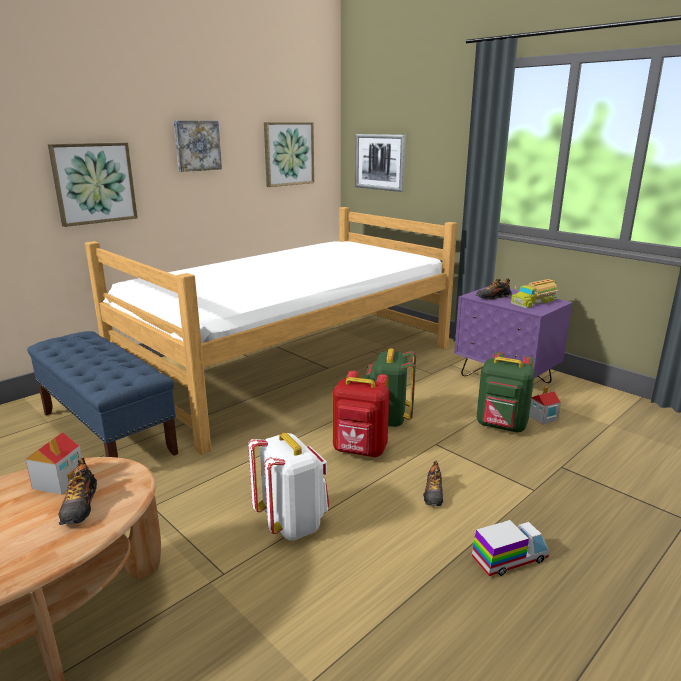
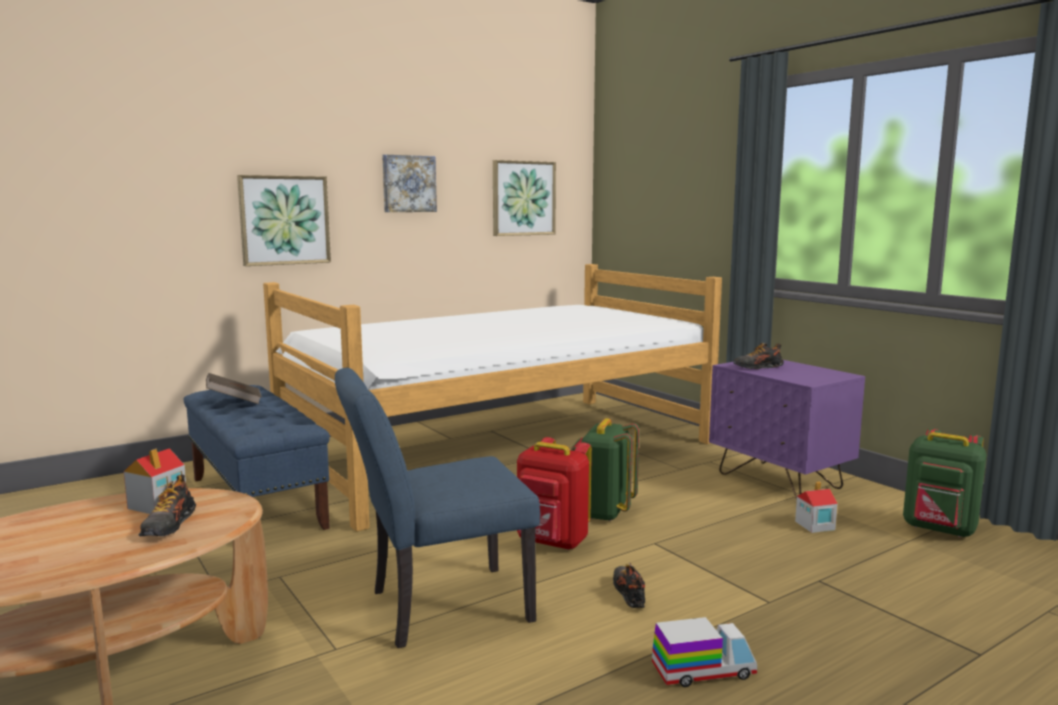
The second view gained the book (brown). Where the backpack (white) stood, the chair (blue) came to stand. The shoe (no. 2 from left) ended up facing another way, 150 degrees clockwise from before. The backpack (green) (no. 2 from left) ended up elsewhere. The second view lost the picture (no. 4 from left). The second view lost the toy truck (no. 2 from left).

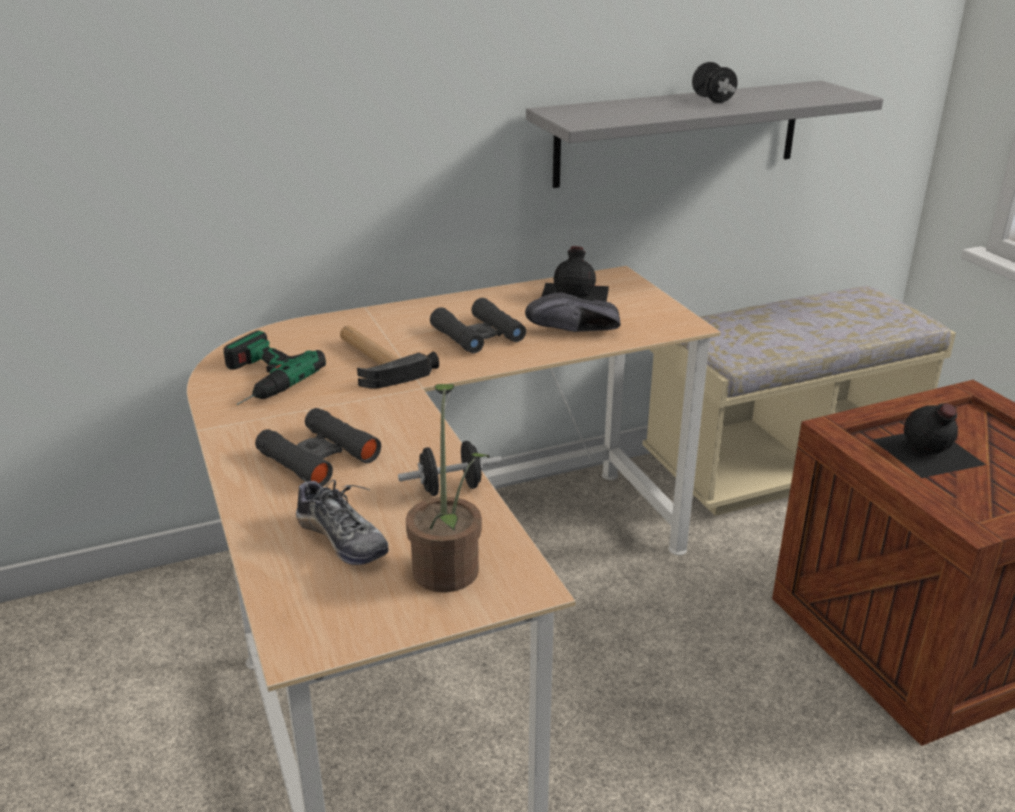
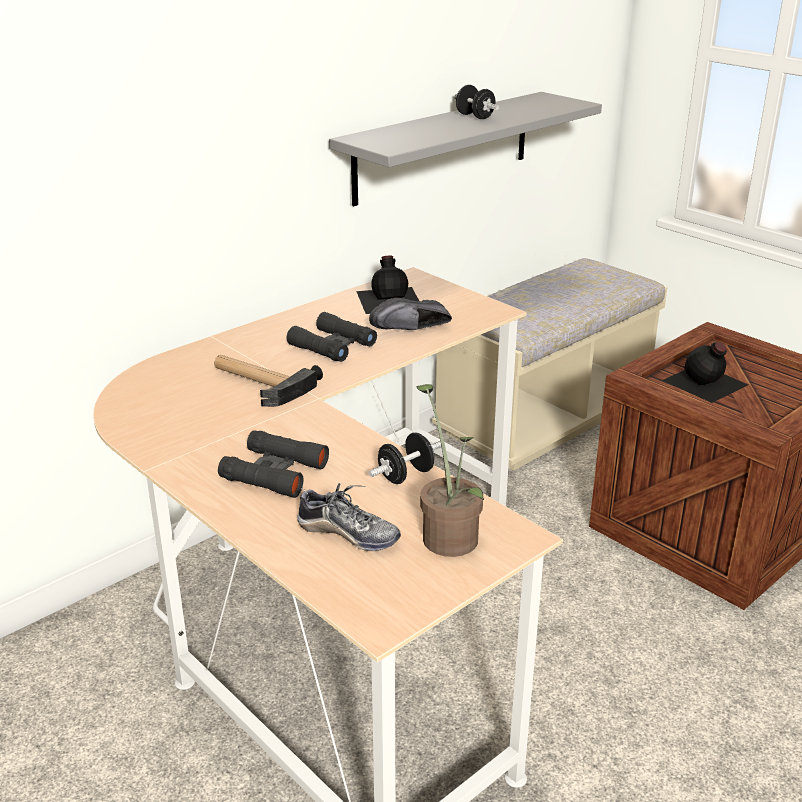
The second view lost the power drill.

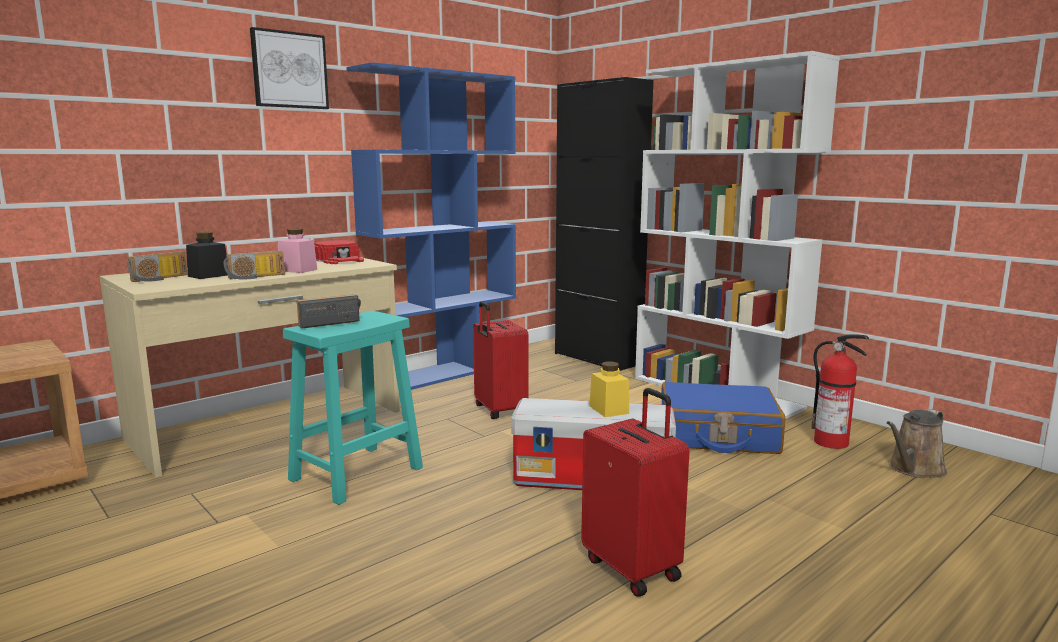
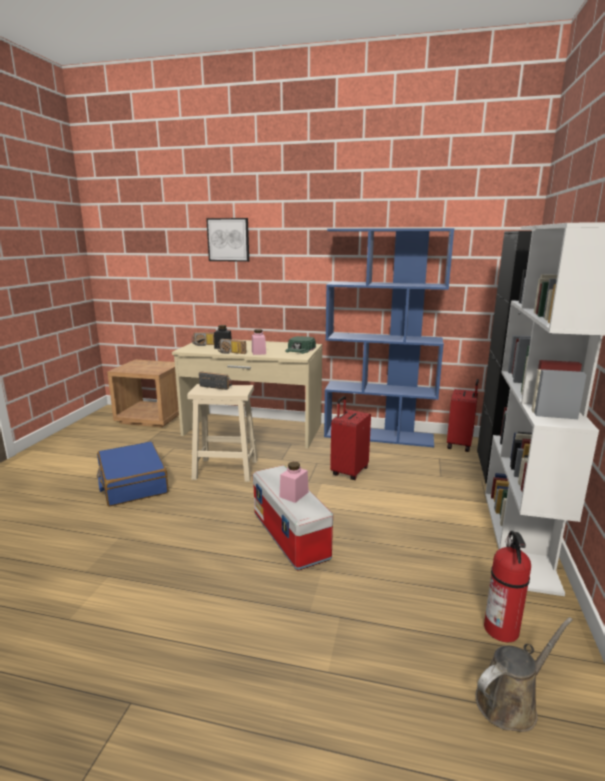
The suitcase (blue) ended up elsewhere. What was the stool (turquoise) turned into the stool (beige). The picture ended up elsewhere. What was the jar (yellow) turned into the jar (pink) (no. 2 from left). What was the cap (red) turned into the cap (green). The suitcase (red) (no. 2 from left) ended up elsewhere. The watering can (brown) ended up facing another way, 135 degrees clockwise from before.

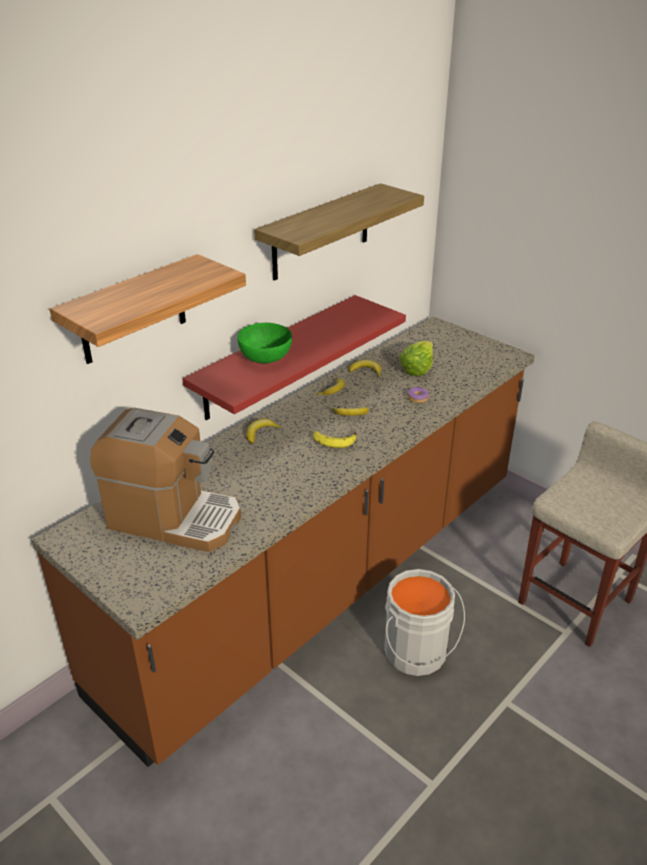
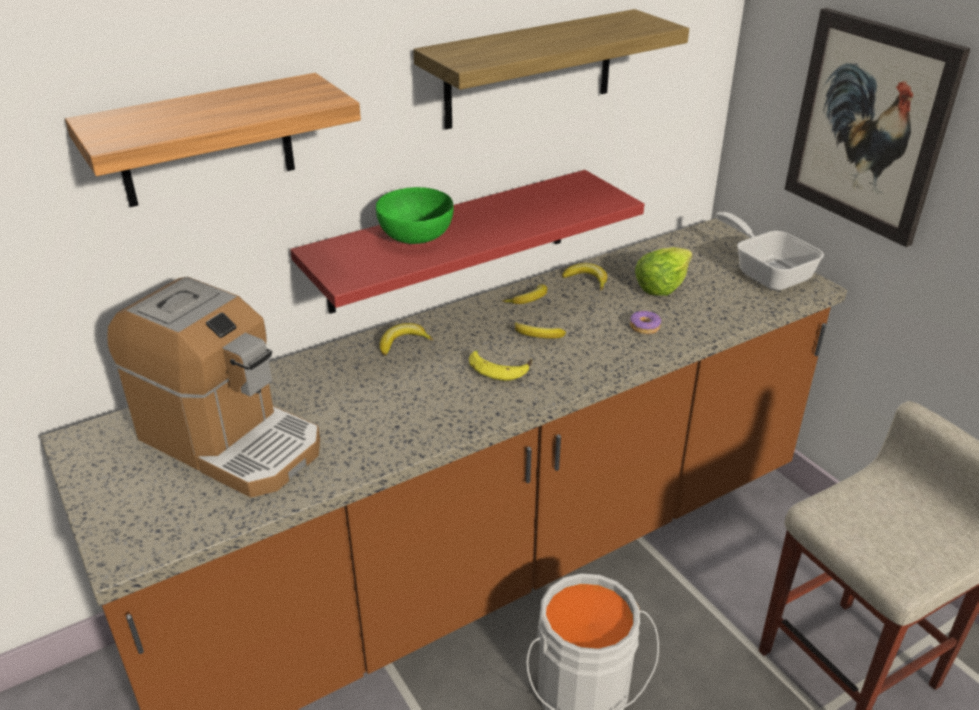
The second view gained the frying pan. The second view gained the picture.

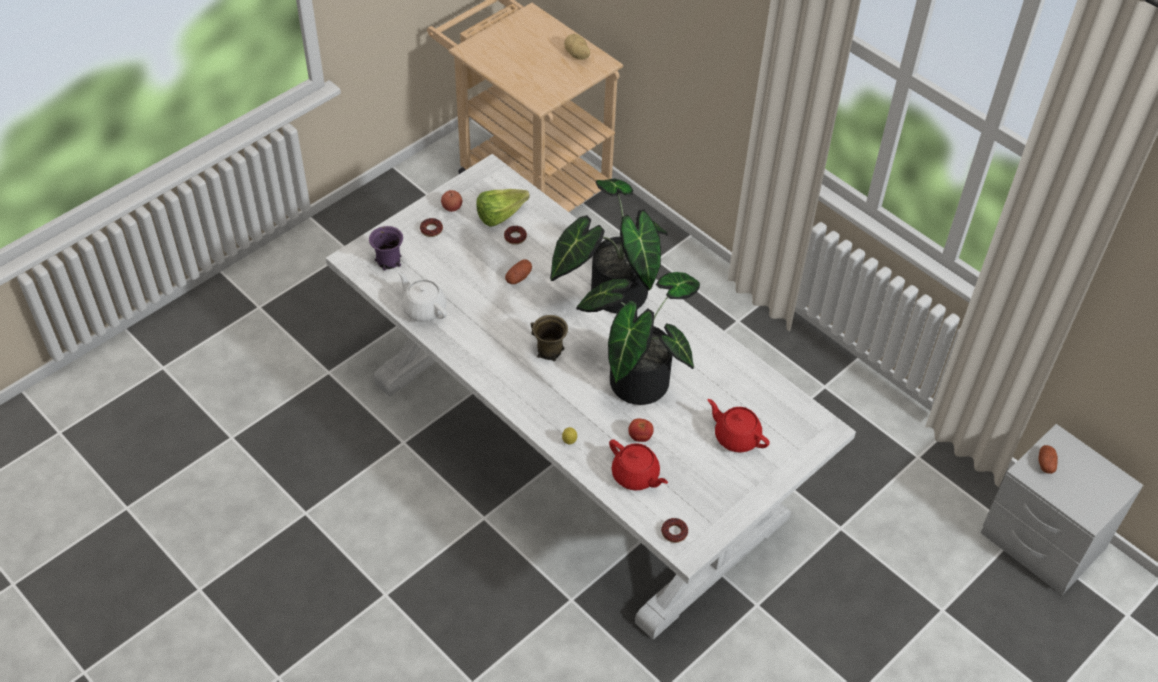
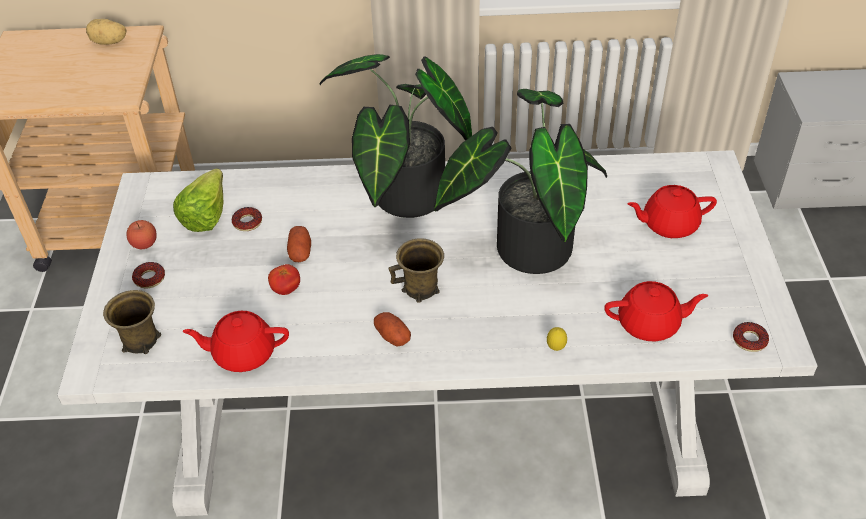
What was the mug (purple) turned into the mug (brown) (no. 1 from left). What was the teapot (white) turned into the teapot (red) (no. 1 from left). The tomato ended up elsewhere. The potato (no. 3 from left) ended up elsewhere.

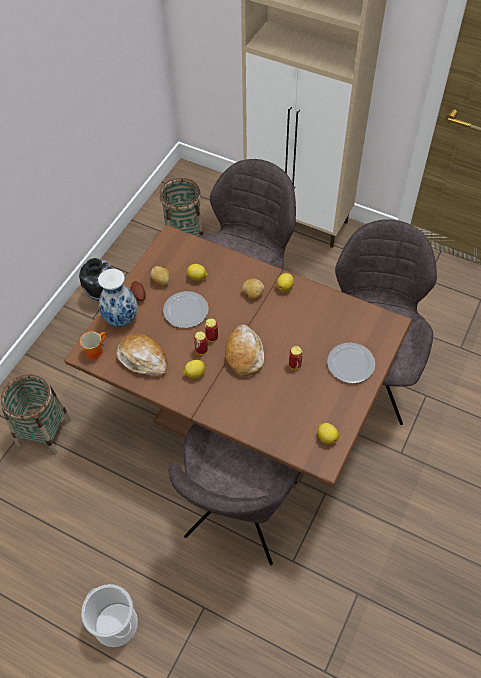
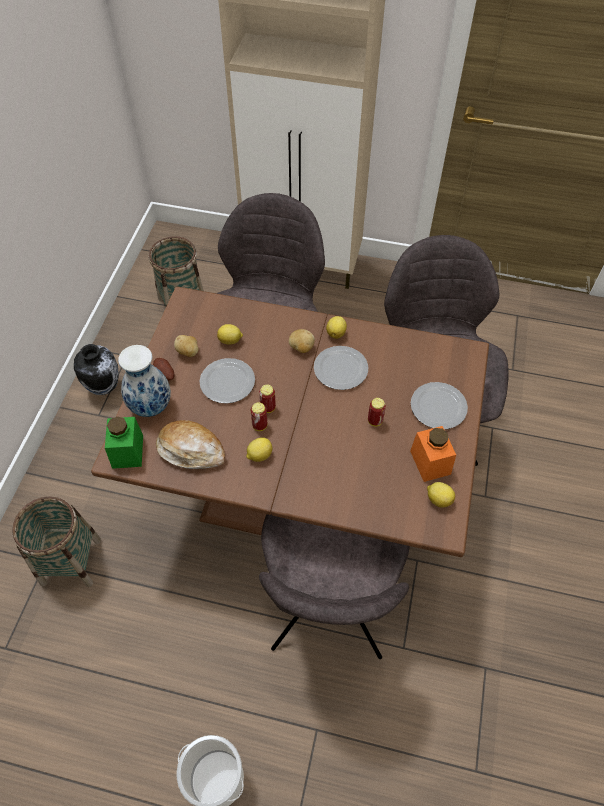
Where the mug stood, the jar (green) came to stand. The second view gained the plate (no. 2 from left). The second view gained the jar (orange). The second view lost the bread (no. 2 from left).

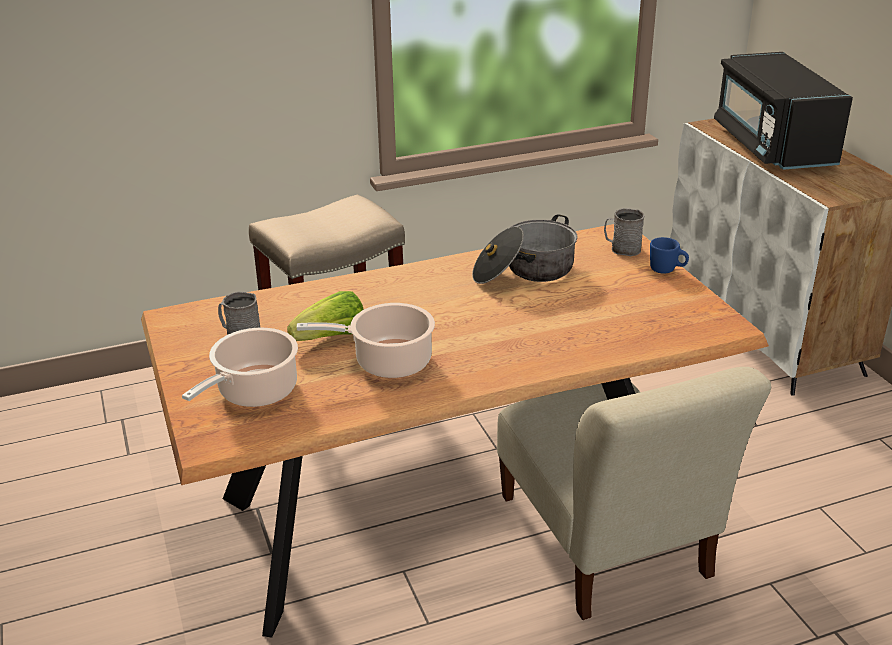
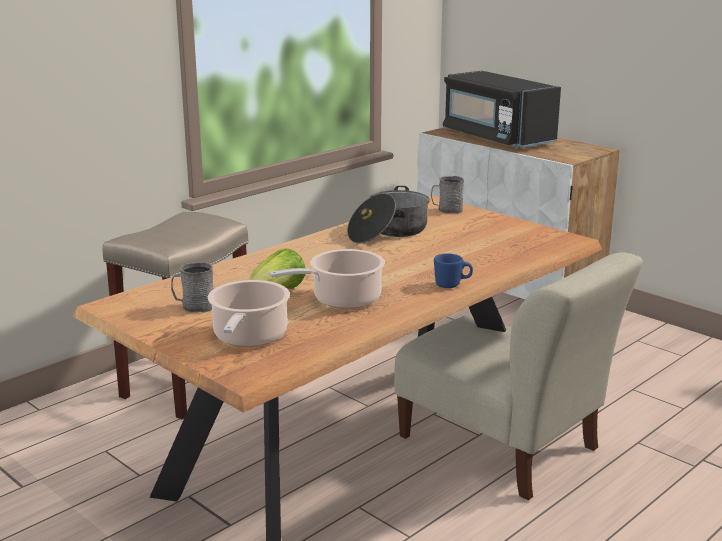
The mug (blue) ended up elsewhere.

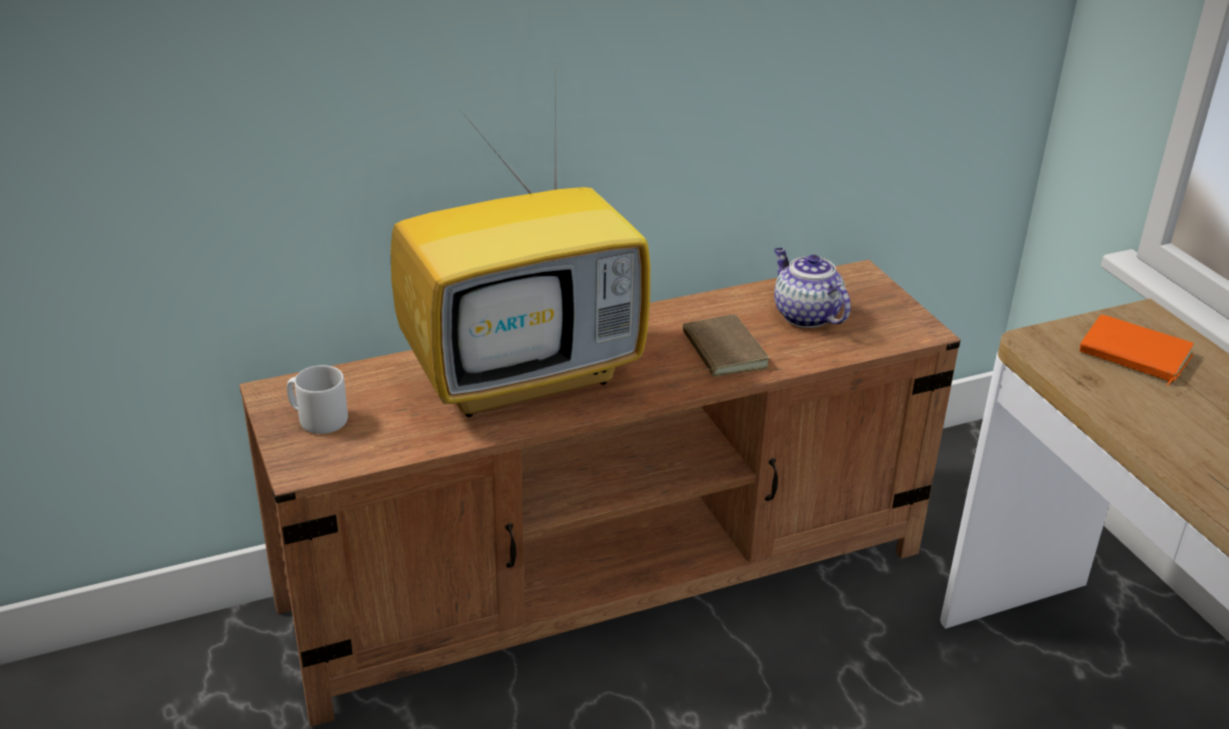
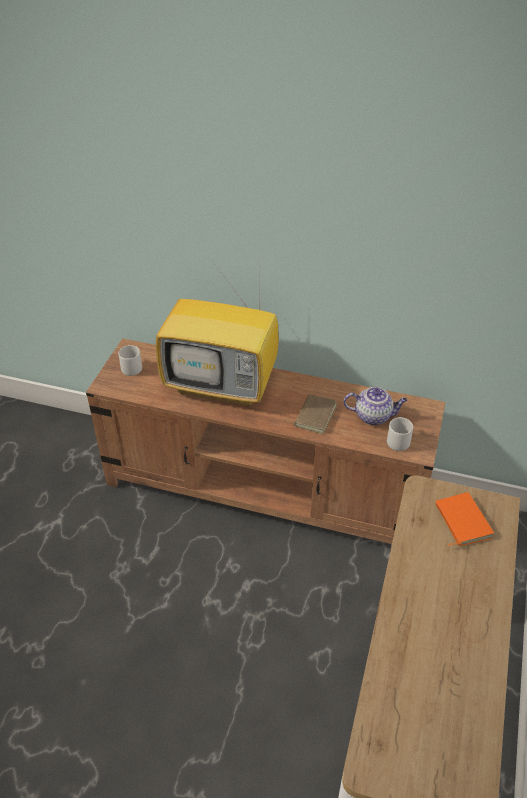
The teapot ended up facing another way, 90 degrees clockwise from before. The second view gained the mug (grey) (no. 2 from left).

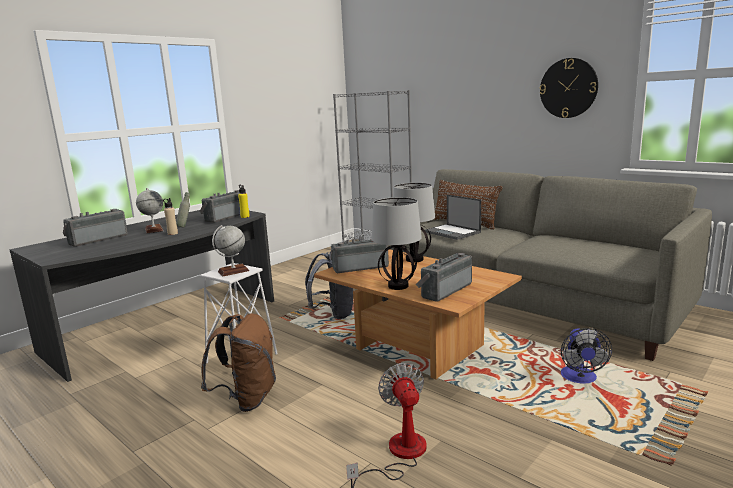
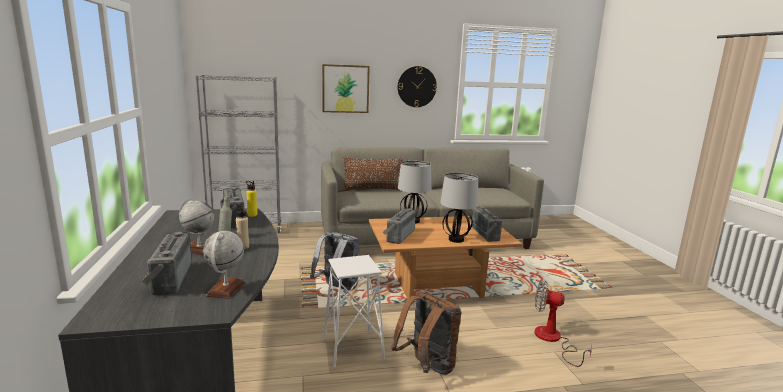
The globe (no. 2 from left) ended up elsewhere. The second view gained the picture. The second view lost the laptop. The second view lost the fan (no. 2 from left).

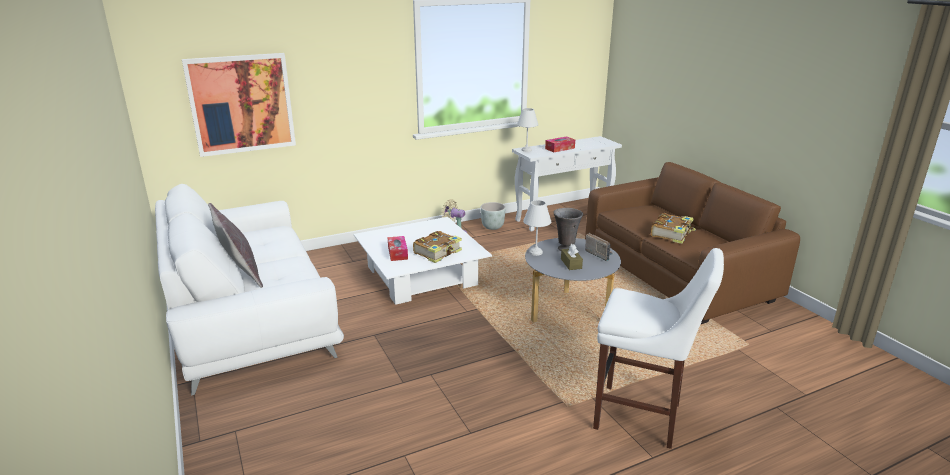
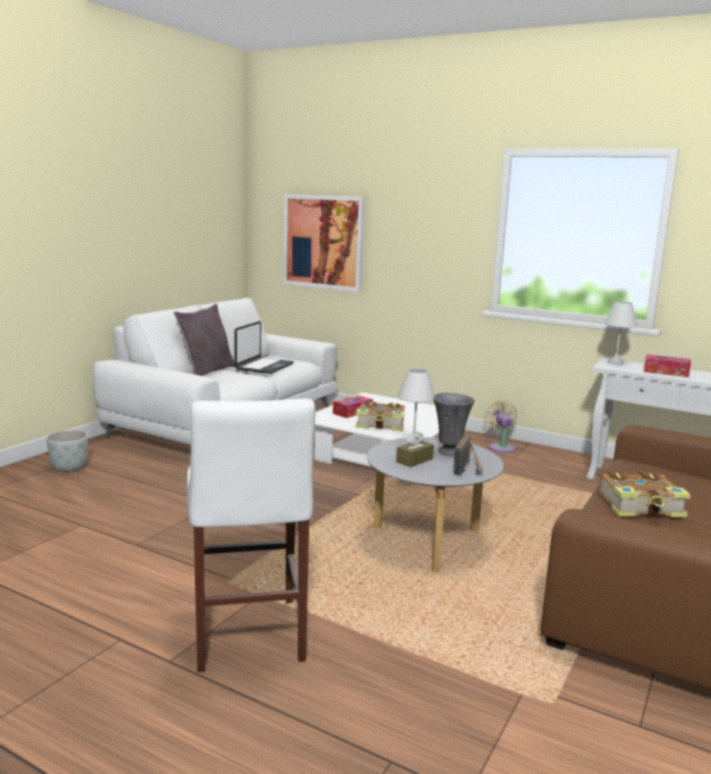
The planter (grey) ended up elsewhere. The second view gained the laptop.

